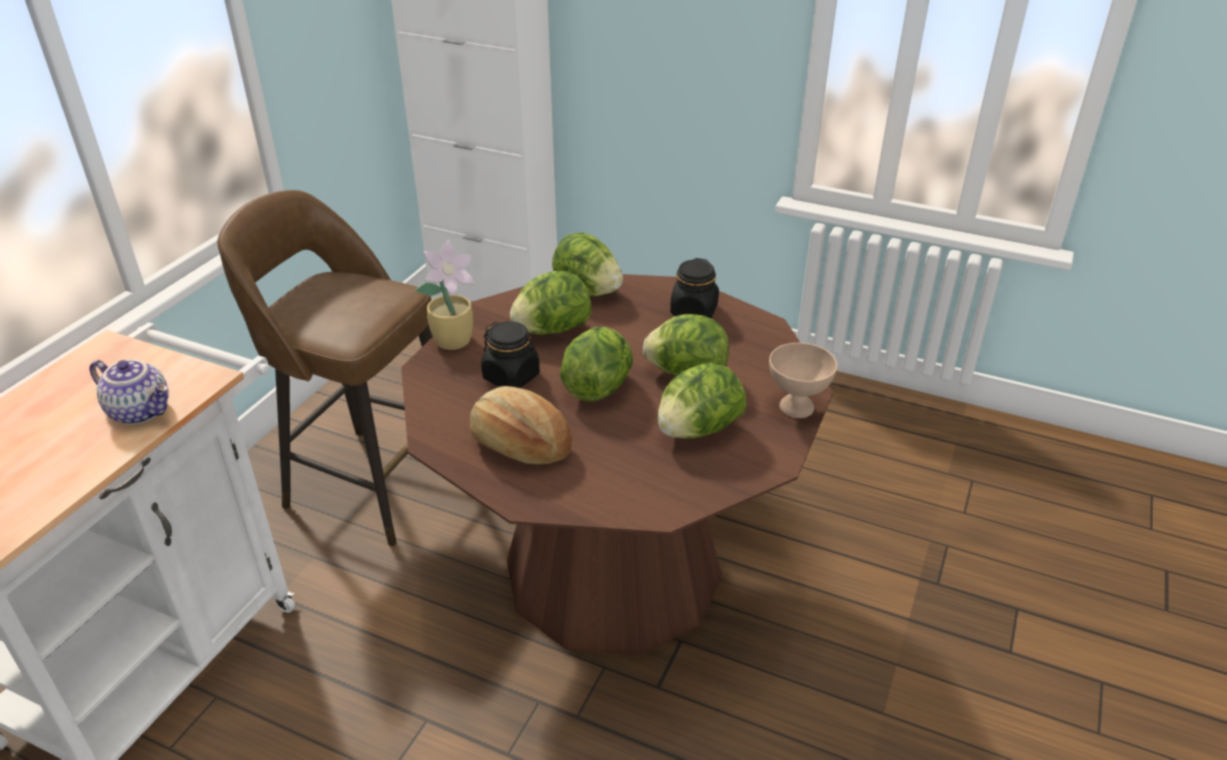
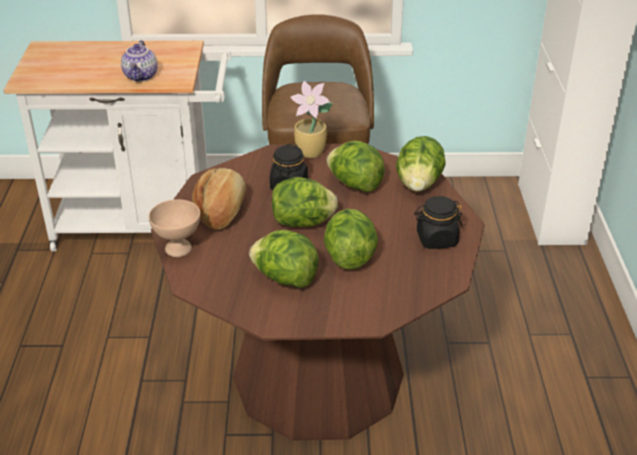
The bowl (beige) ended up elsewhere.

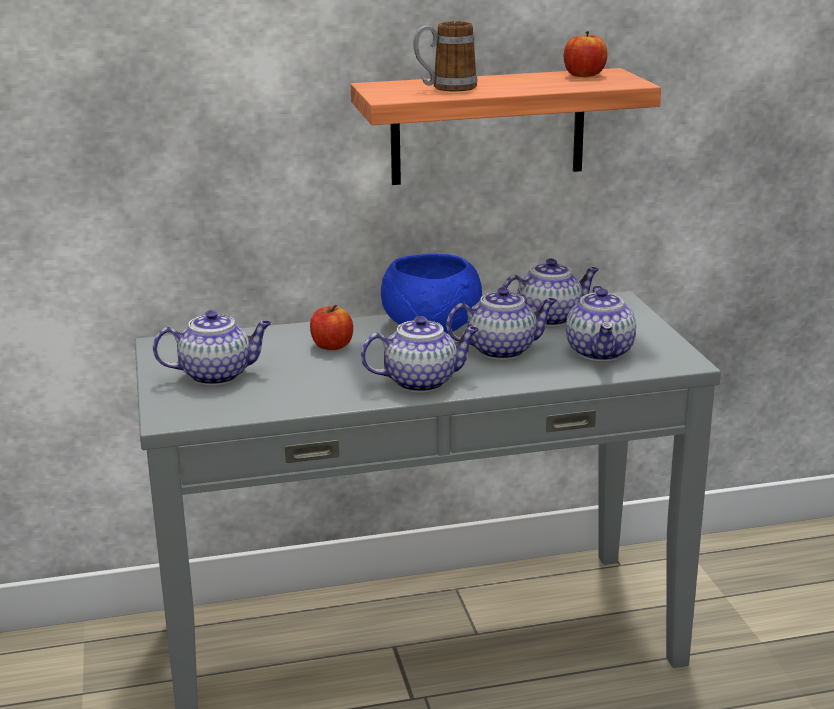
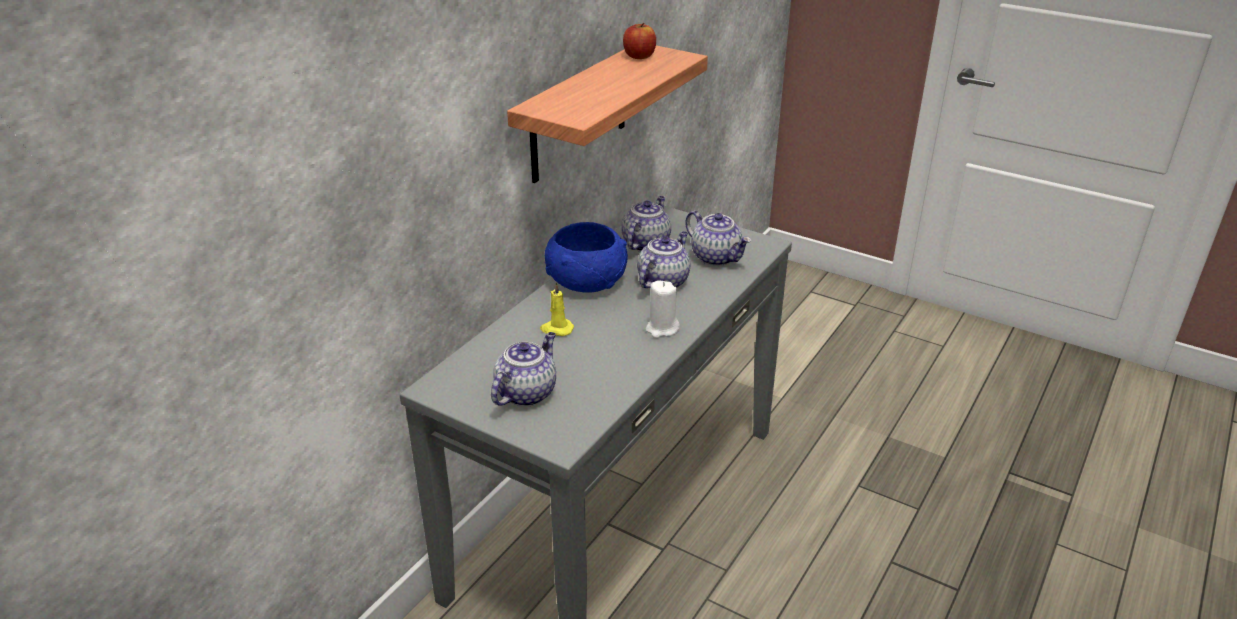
Where the apple (no. 1 from left) stood, the candle (yellow) came to stand. Where the teapot (no. 2 from left) stood, the candle (white) came to stand. The second view lost the mug.

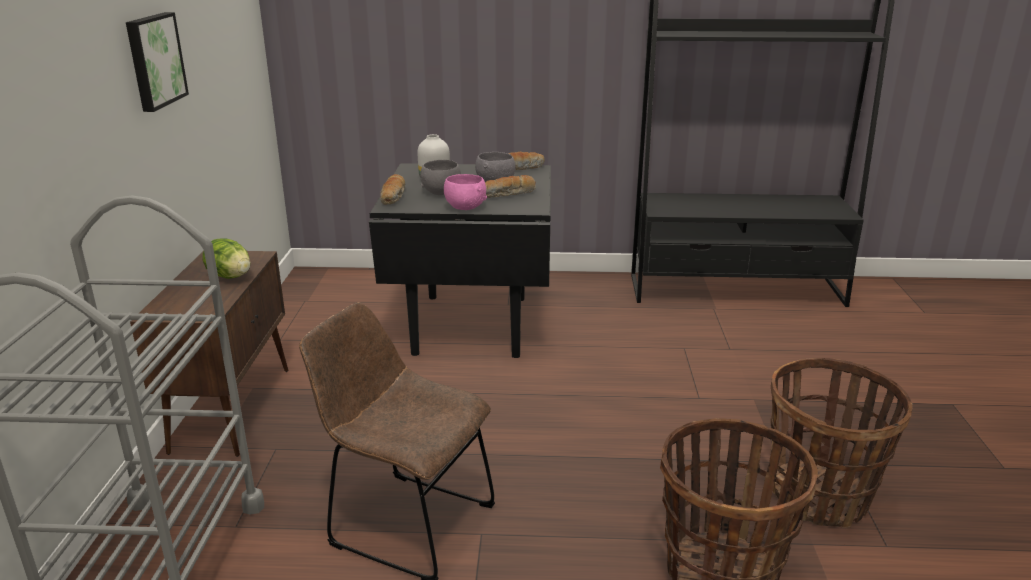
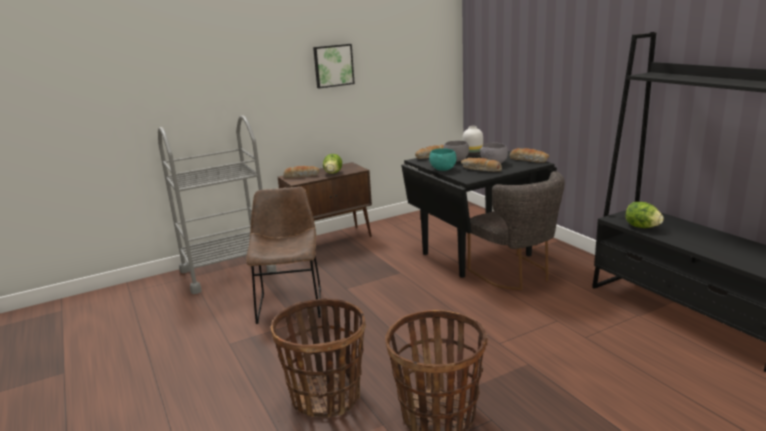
The second view gained the bread (no. 1 from left). What was the bowl (pink) turned into the bowl (turquoise). The second view gained the chair (grey). The second view gained the lettuce (no. 2 from left).

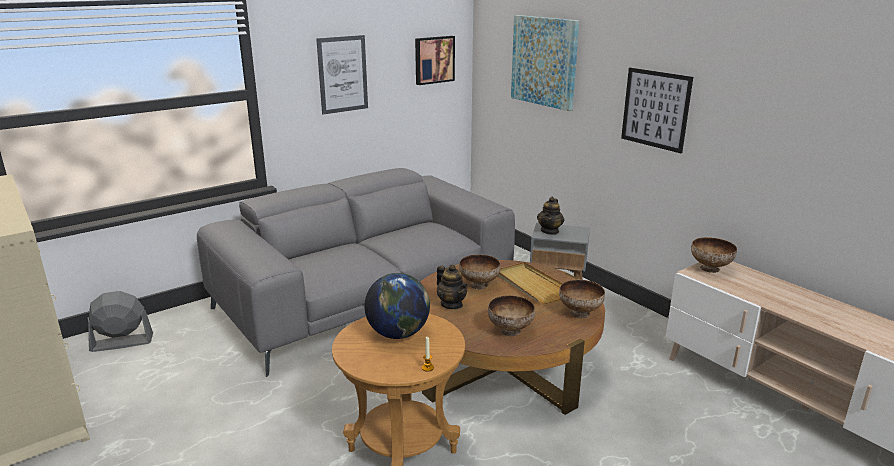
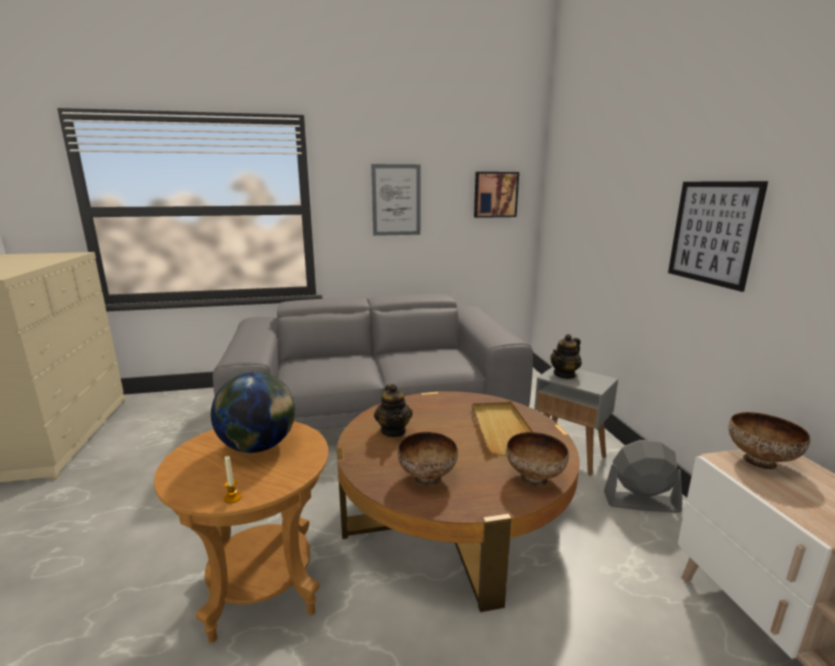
The fan (grey) ended up elsewhere. The second view lost the bowl (no. 1 from left). The second view lost the picture (no. 3 from left).

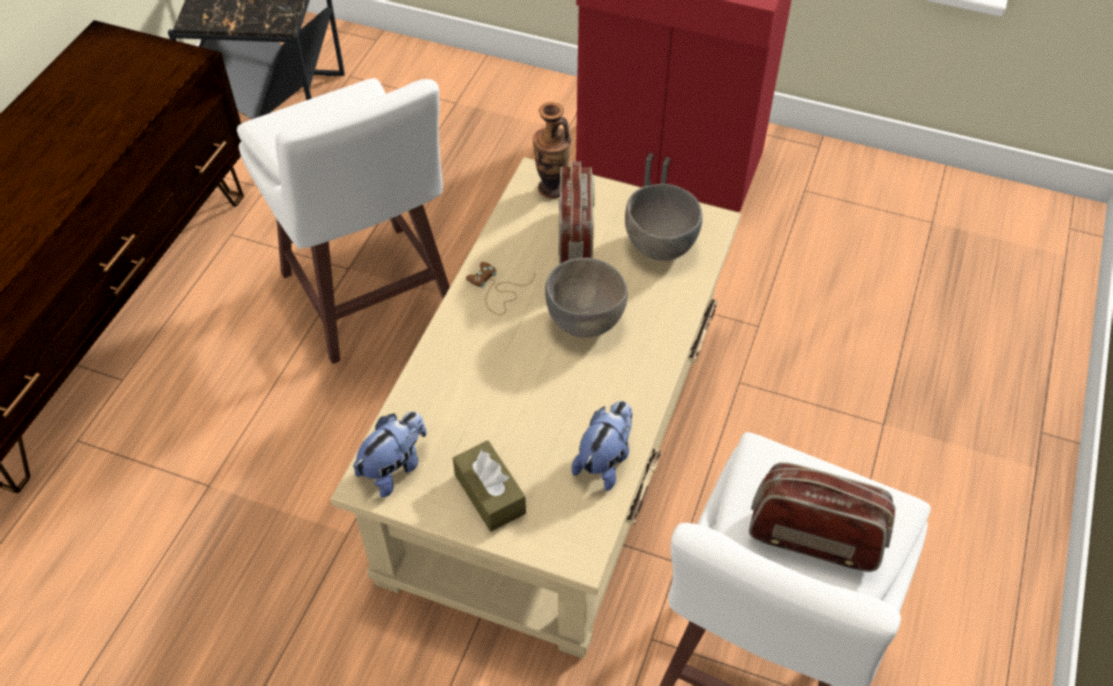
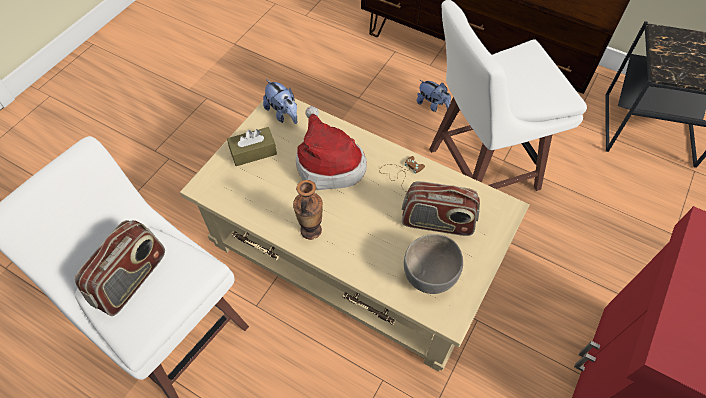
The vase ended up elsewhere. The second view gained the hat. The plush toy (no. 2 from left) ended up elsewhere. The second view lost the bowl (grey) (no. 1 from left).

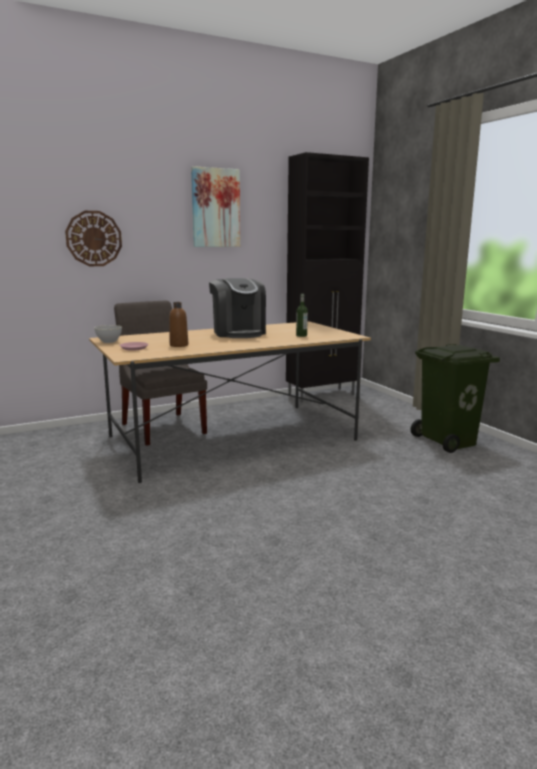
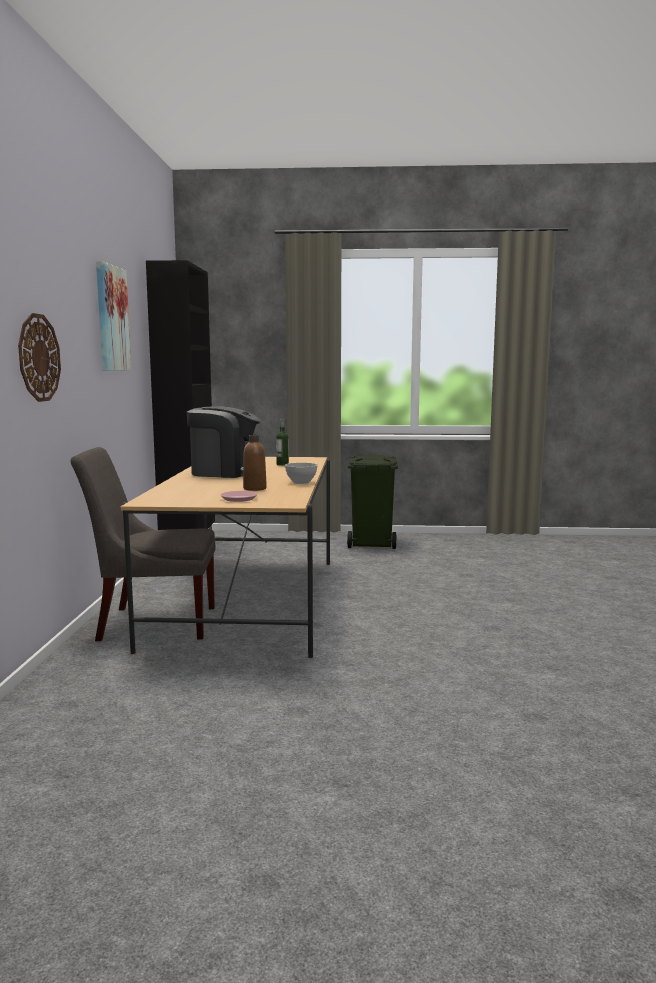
The bowl (grey) ended up elsewhere.

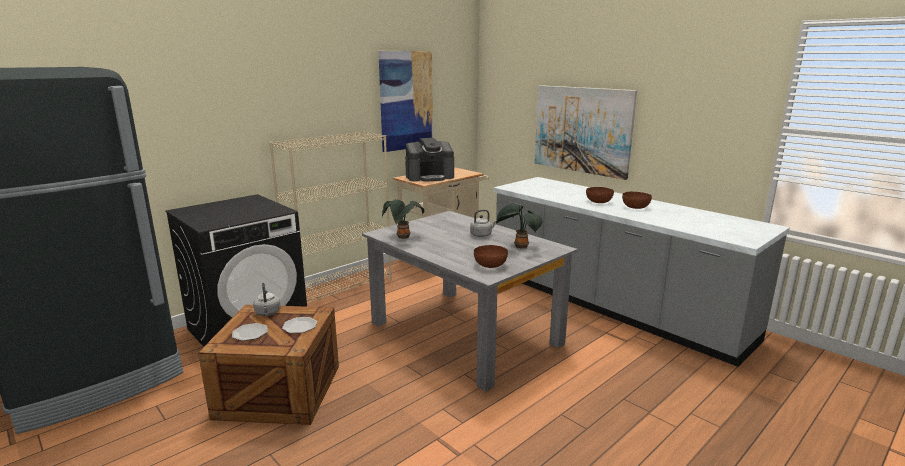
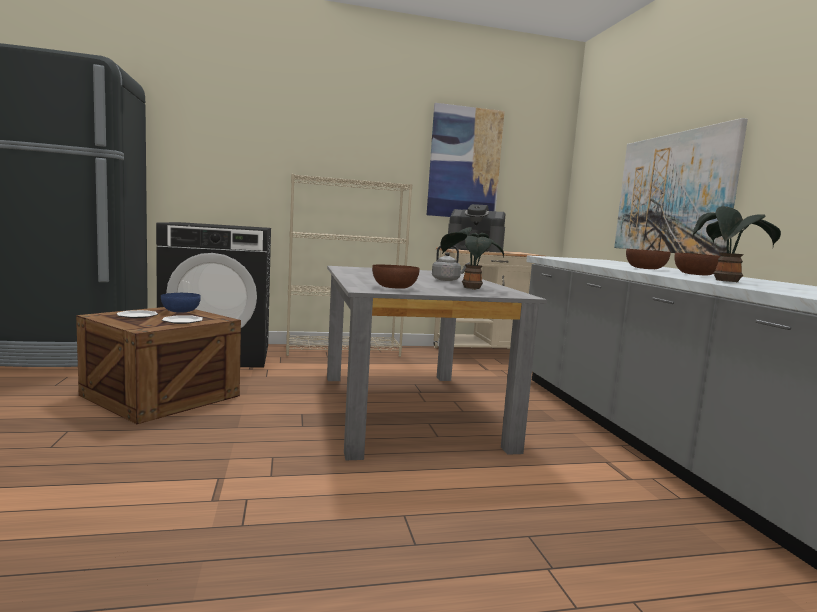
Where the kettle (grey) (no. 1 from left) stood, the bowl (blue) came to stand. The potted plant (no. 1 from left in the first image) ended up elsewhere.

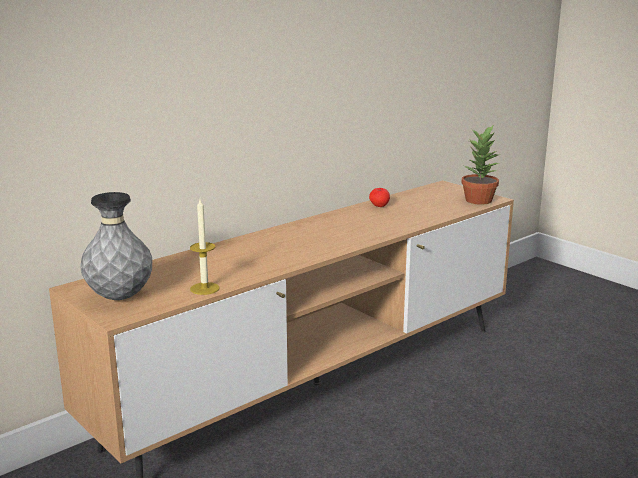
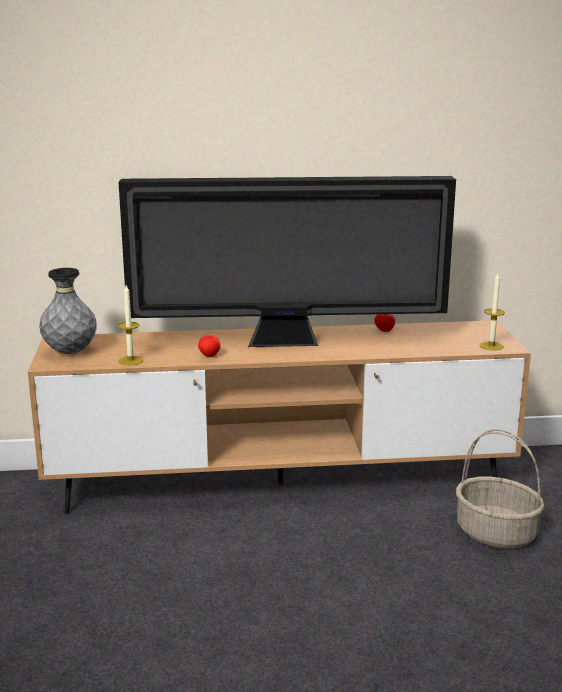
The second view gained the television. The second view gained the apple (no. 1 from left). The second view gained the basket. Where the potted plant stood, the candle (no. 2 from left) came to stand.

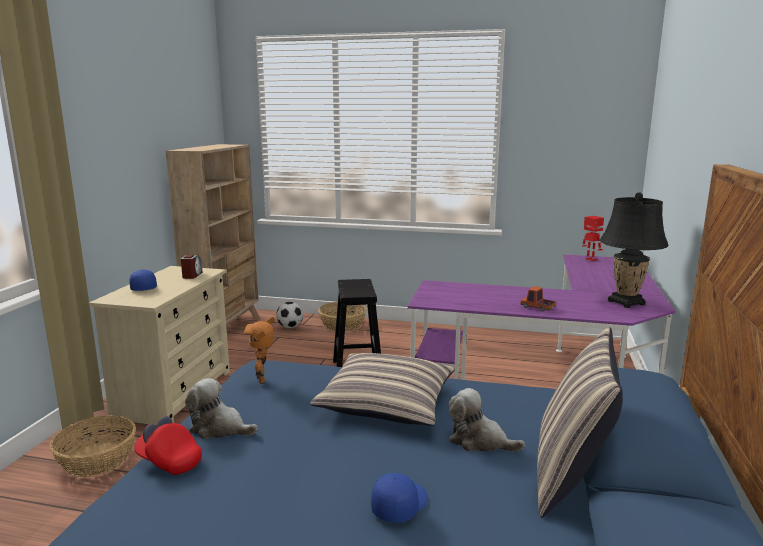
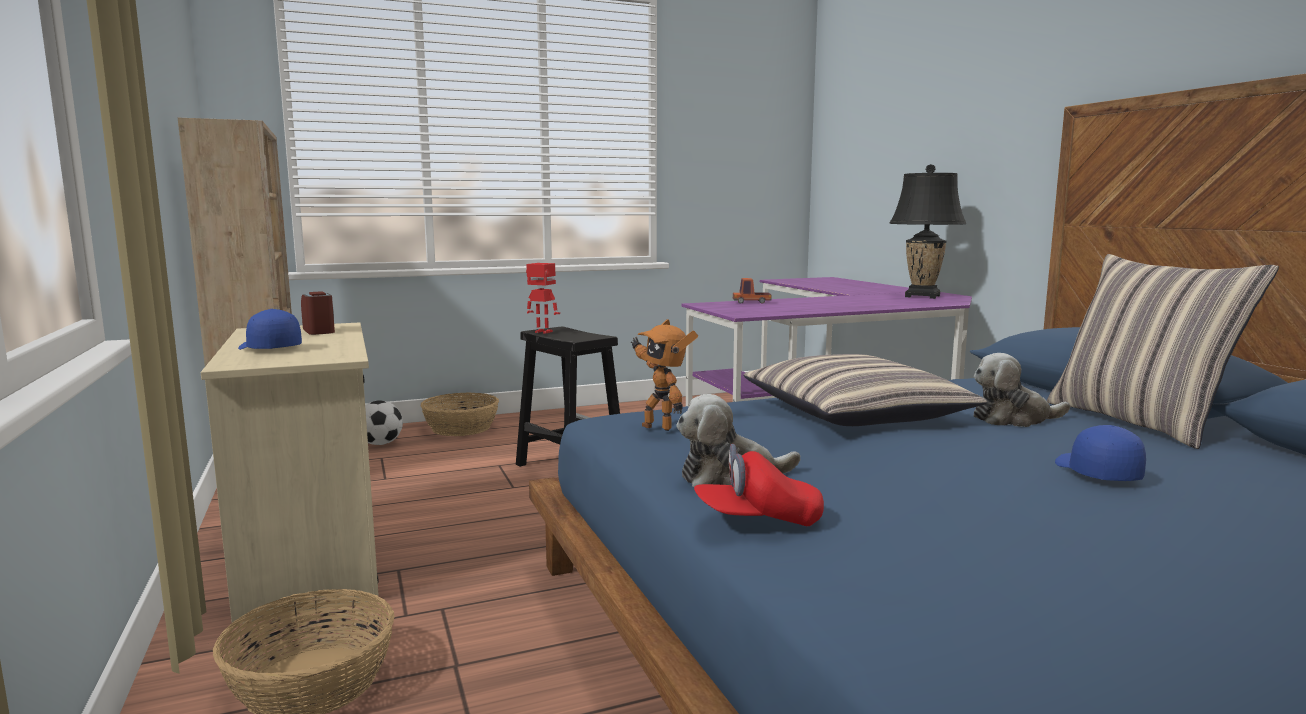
The toy robot (no. 2 from left in the first image) ended up elsewhere. The toy truck ended up elsewhere.

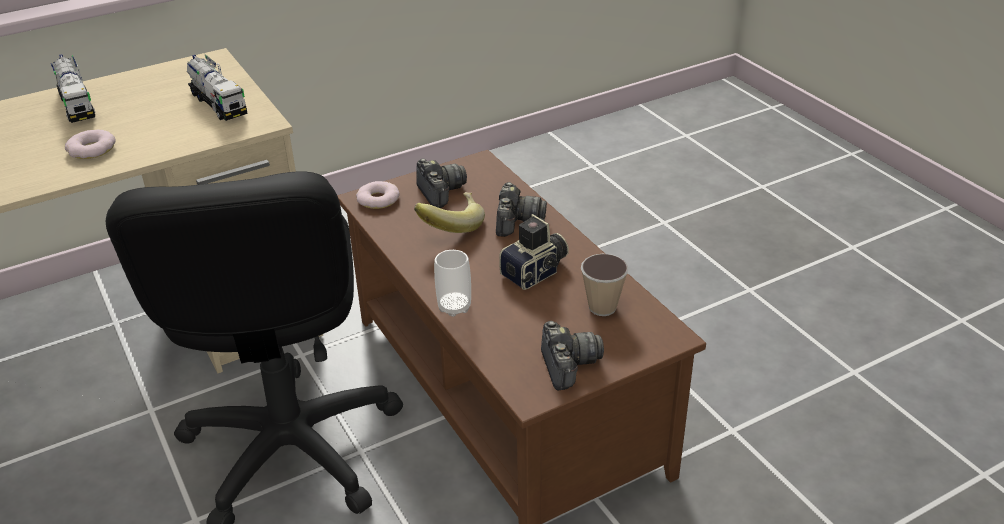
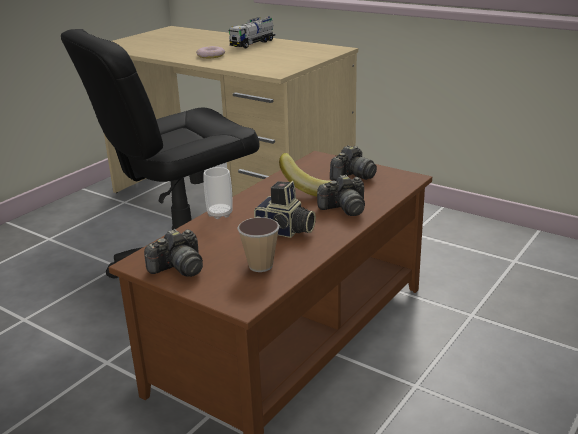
The second view lost the toy truck (no. 2 from left). The second view lost the donut (no. 2 from left).

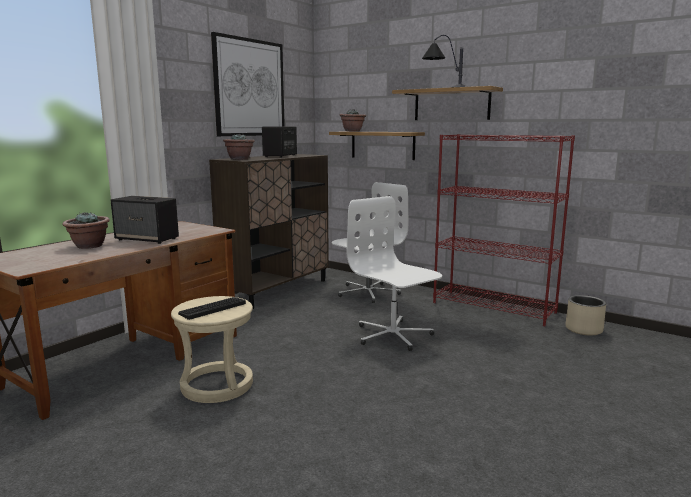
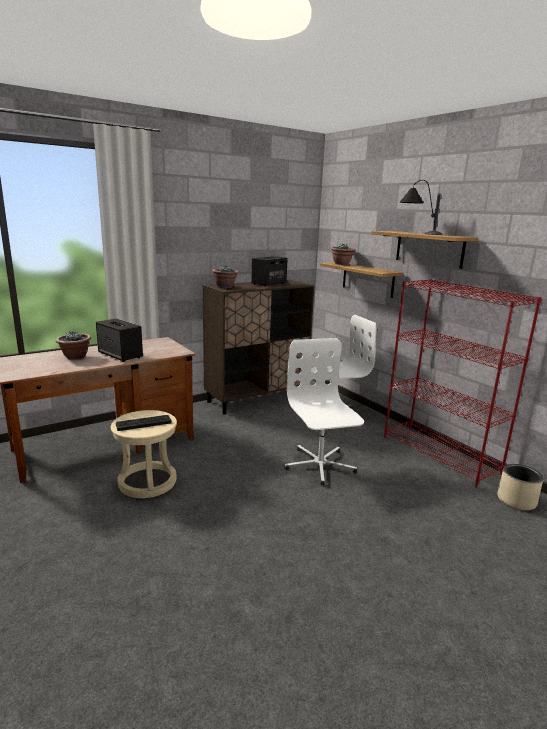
The second view lost the picture.

